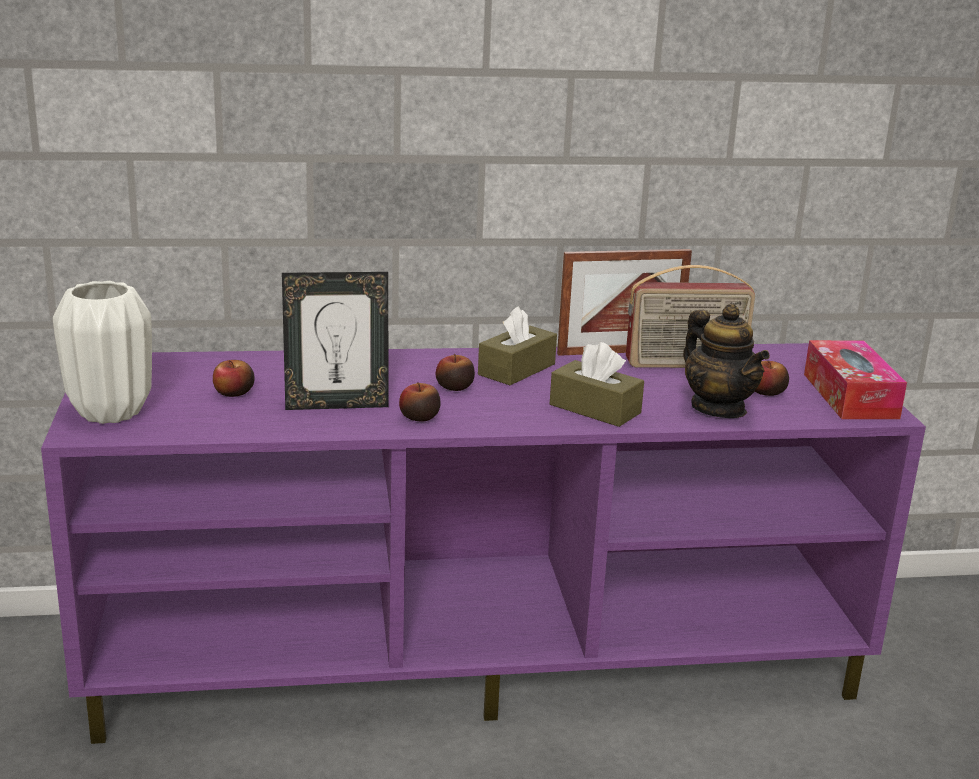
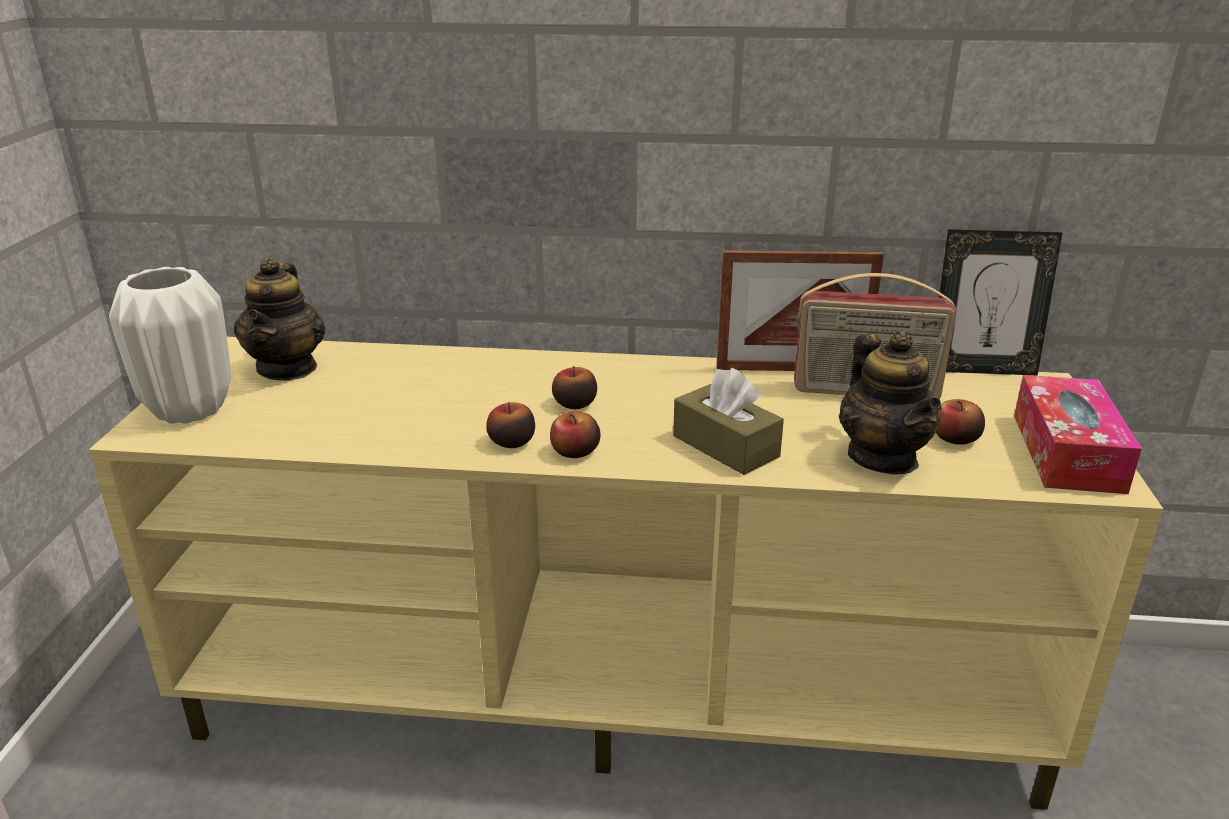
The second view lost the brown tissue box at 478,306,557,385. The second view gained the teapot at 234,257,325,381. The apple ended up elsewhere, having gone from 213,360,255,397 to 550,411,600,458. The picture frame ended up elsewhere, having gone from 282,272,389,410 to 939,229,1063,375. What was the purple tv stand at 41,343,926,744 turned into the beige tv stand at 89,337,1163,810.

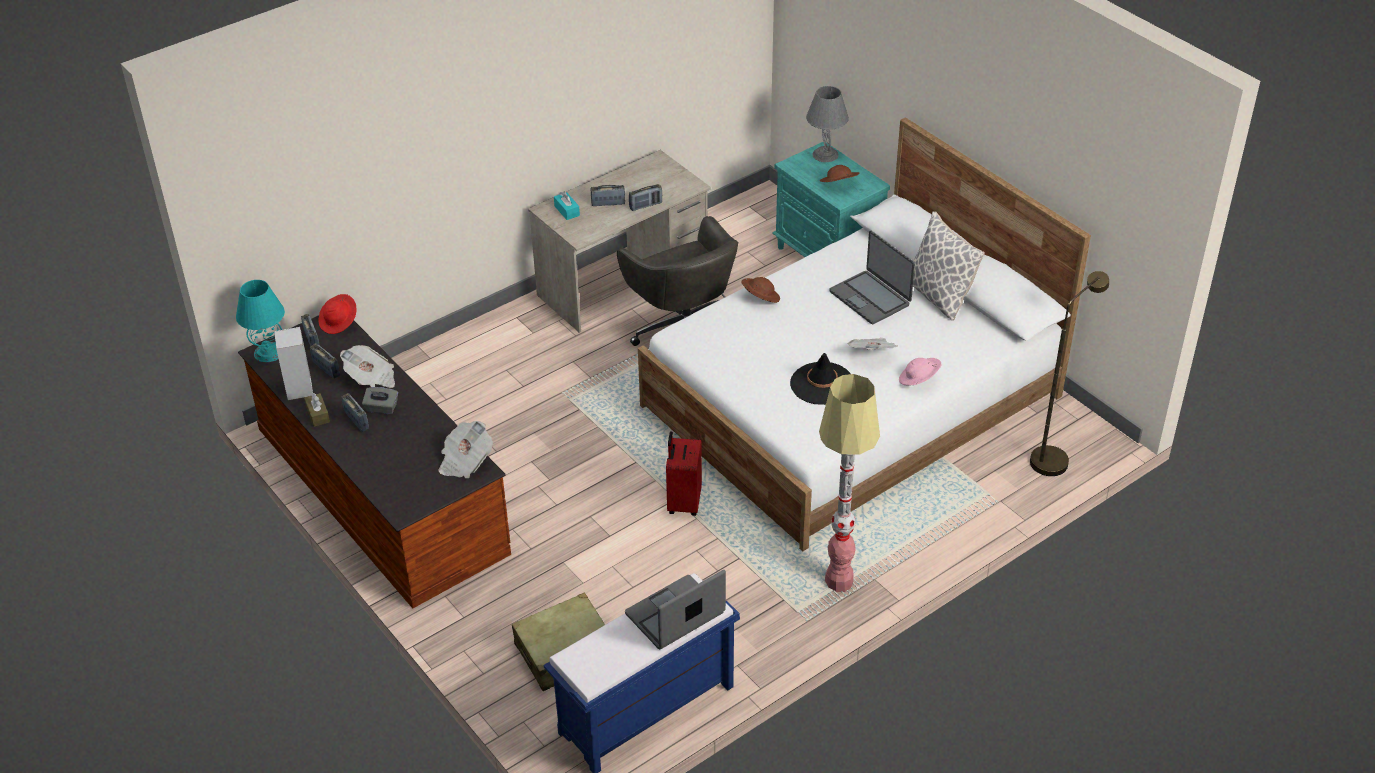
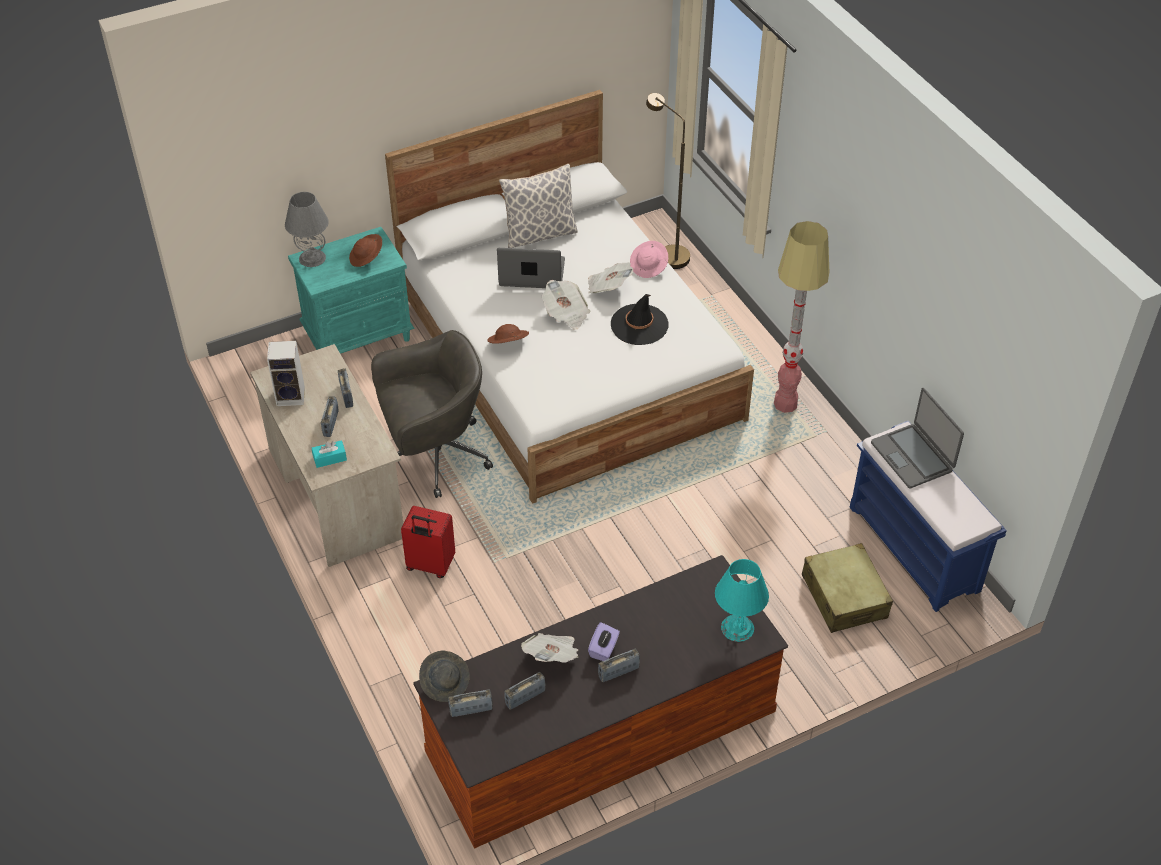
The second view lost the brown tissue box at 304,393,330,427. The turquoise table lamp ended up elsewhere, having gone from 236,280,285,362 to 715,559,769,642. The speaker ended up elsewhere, having gone from 274,327,313,400 to 267,341,305,406. The newspaper ended up elsewhere, having gone from 439,421,493,478 to 542,280,591,330. The red suitcase ended up elsewhere, having gone from 666,431,702,516 to 401,506,456,578. What was the red hat at 319,294,357,334 turned into the grey hat at 419,651,470,702. What was the grey tissue box at 362,387,398,414 turned into the purple tissue box at 588,622,620,661. The laptop at 829,231,915,324 ended up facing another way, 150 degrees counterclockwise from before.

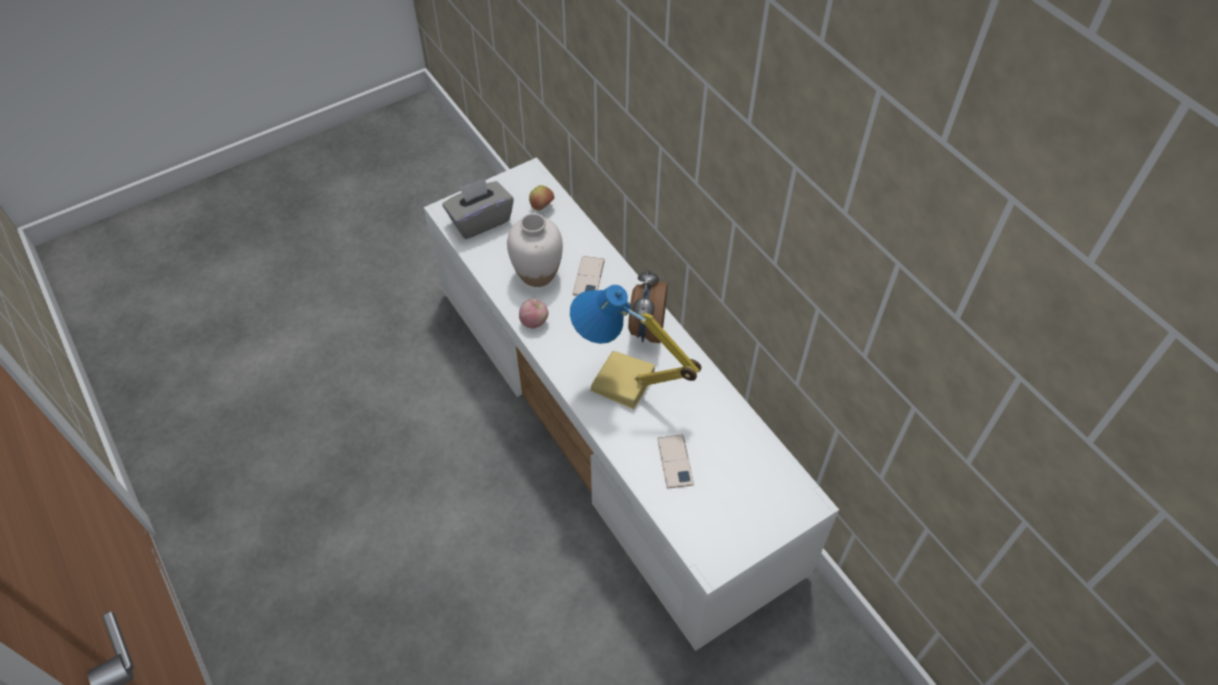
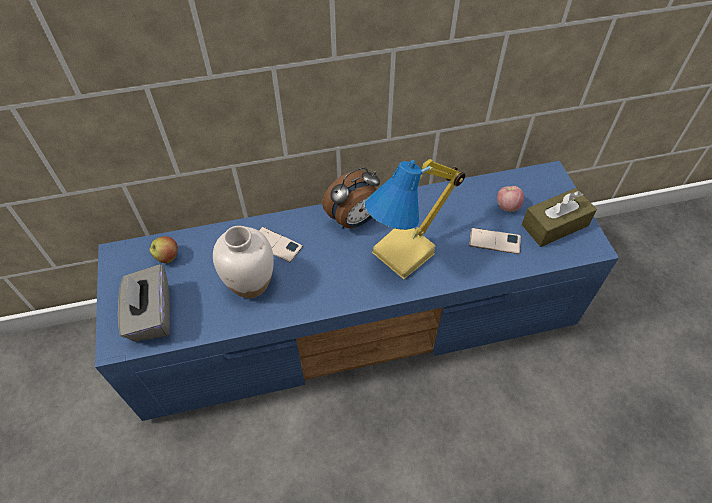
The second view gained the brown tissue box at 522,188,597,247. The apple ended up elsewhere, having gone from 519,299,549,328 to 497,186,524,212. What was the white tv stand at 424,157,839,651 turned into the blue tv stand at 95,161,619,421. The alarm clock at 628,268,668,343 ended up facing another way, 60 degrees counterclockwise from before.

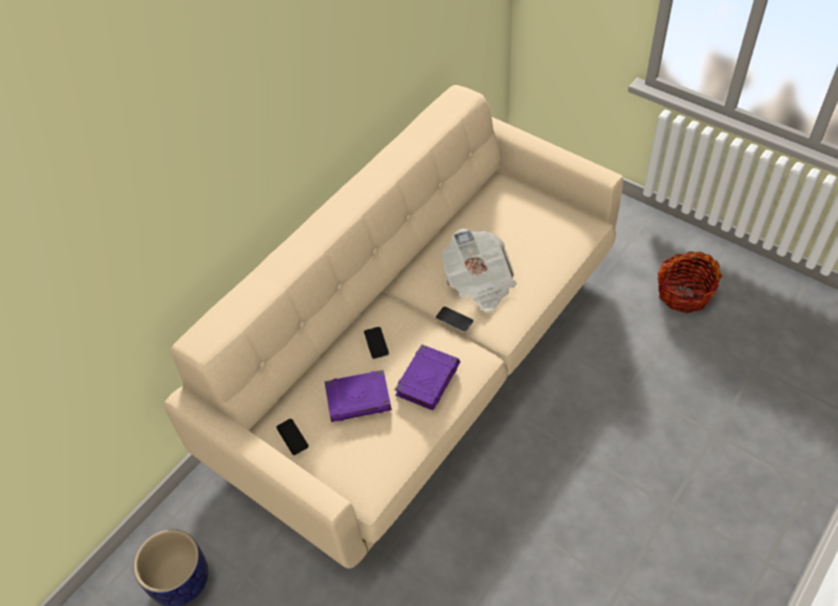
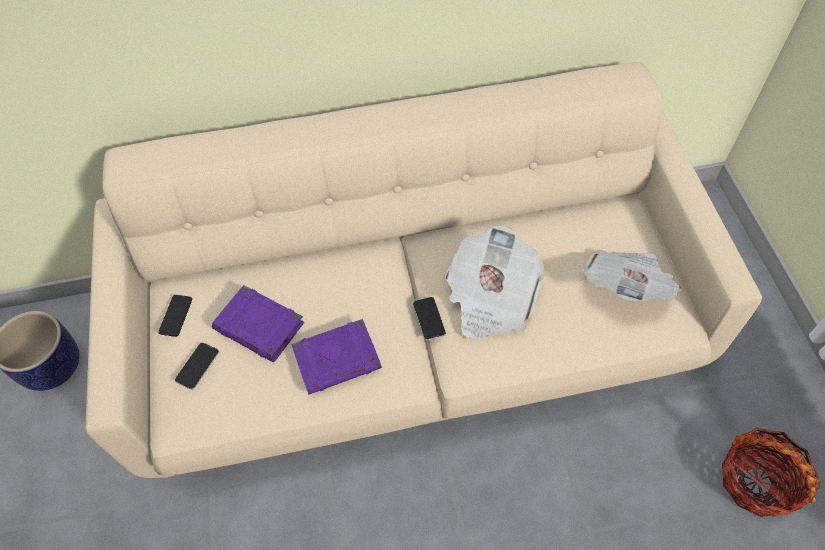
The second view gained the newspaper at 583,250,682,301. The phone ended up elsewhere, having gone from 364,327,389,359 to 175,342,219,390.

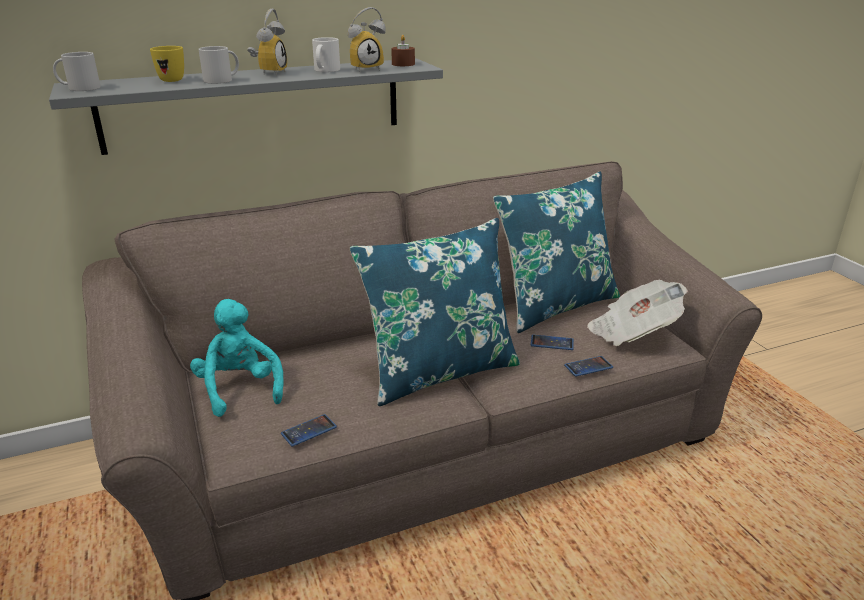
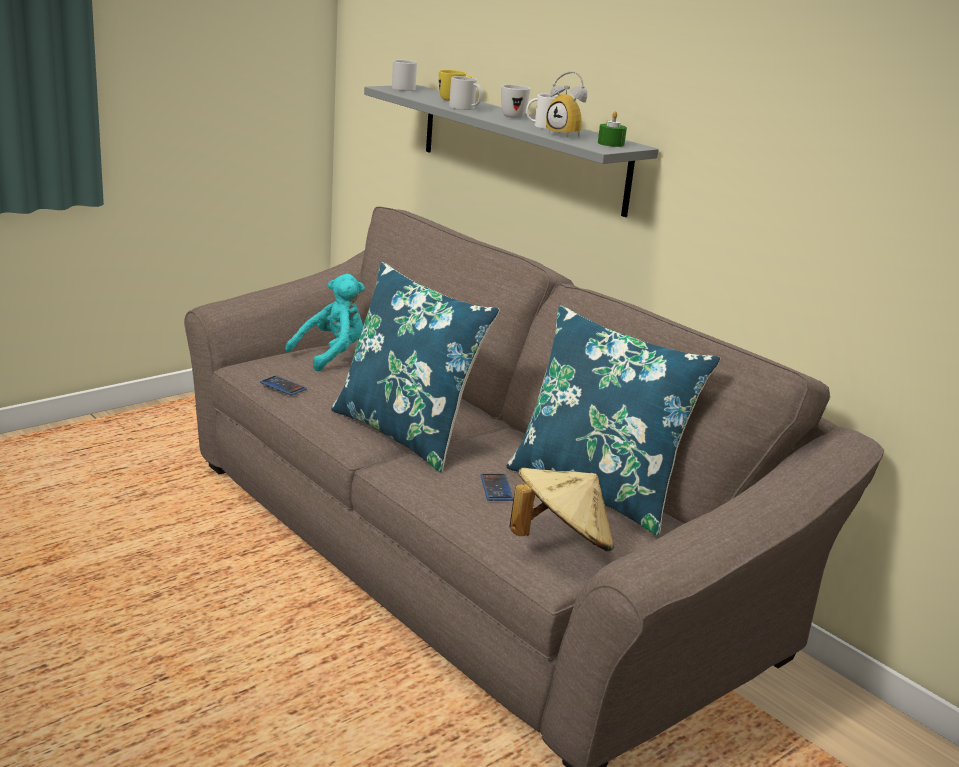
The second view lost the phone at 564,356,613,377. Where the alarm clock stood at 247,9,287,76, the white mug came to stand at 501,85,530,118. Where the newspaper stood at 587,280,688,346, the beige hat came to stand at 509,468,614,551. What was the brown candle at 391,35,415,66 turned into the green candle at 598,111,627,147.

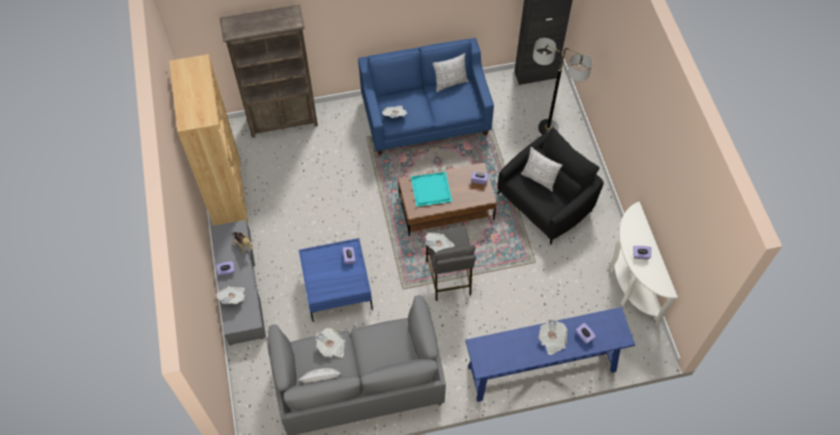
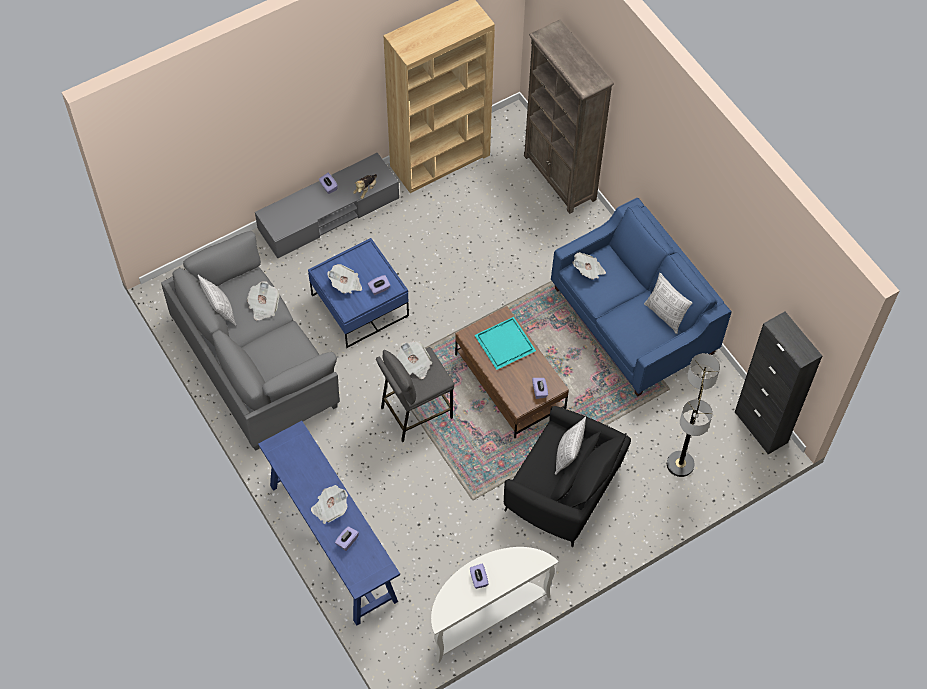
The newspaper ended up elsewhere, having gone from 217,286,245,304 to 327,264,362,294.

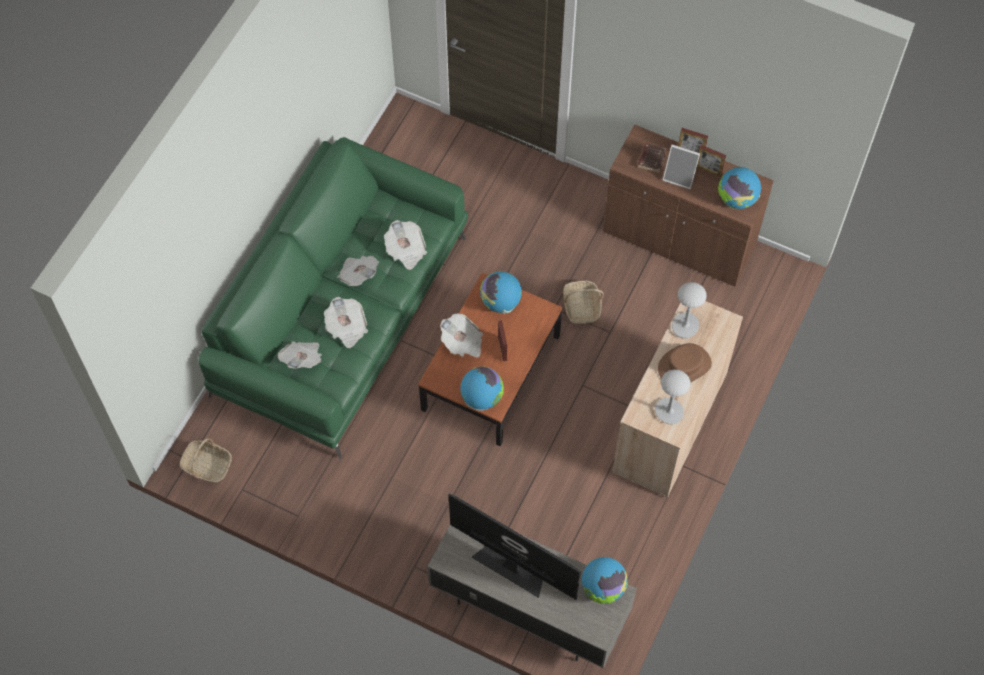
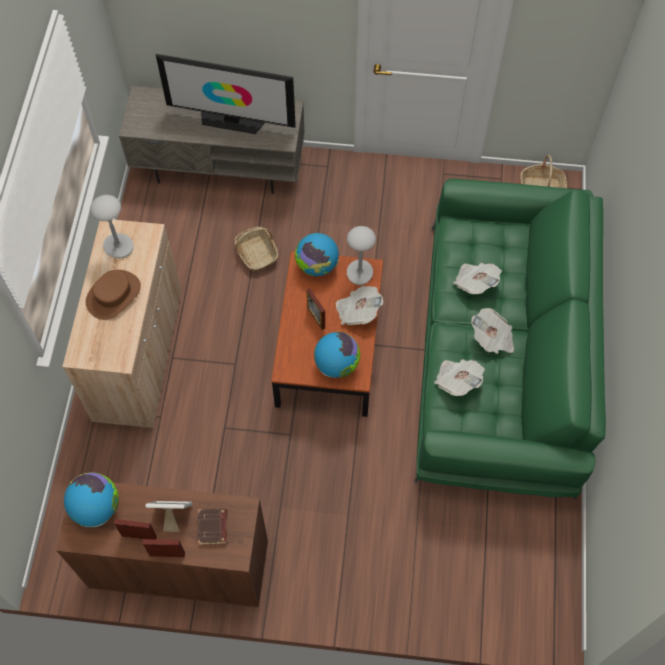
The second view lost the newspaper at 278,341,322,369. The second view lost the globe at 582,557,628,604. The basket ended up elsewhere, having gone from 563,281,604,324 to 235,226,278,272. The grey table lamp ended up elsewhere, having gone from 672,282,707,338 to 347,226,376,285.

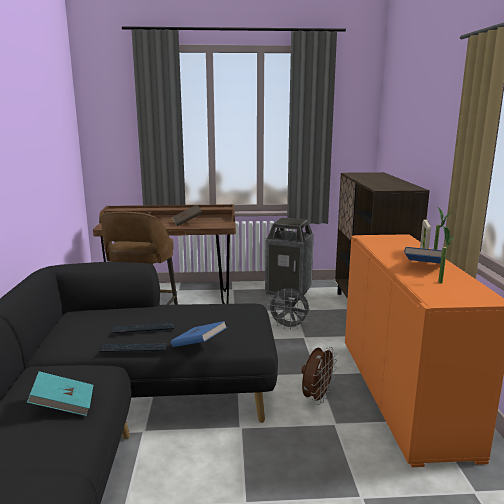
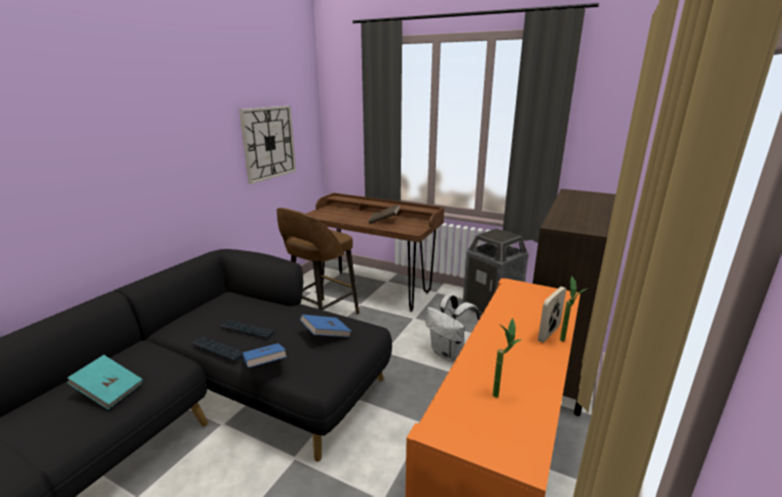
The second view lost the brown fan at 301,347,337,405. The second view gained the wall clock at 239,106,296,184. The blue book ended up elsewhere, having gone from 404,247,442,264 to 300,314,352,337. Where the grey fan stood at 267,288,309,330, the white backpack came to stand at 425,294,480,362.

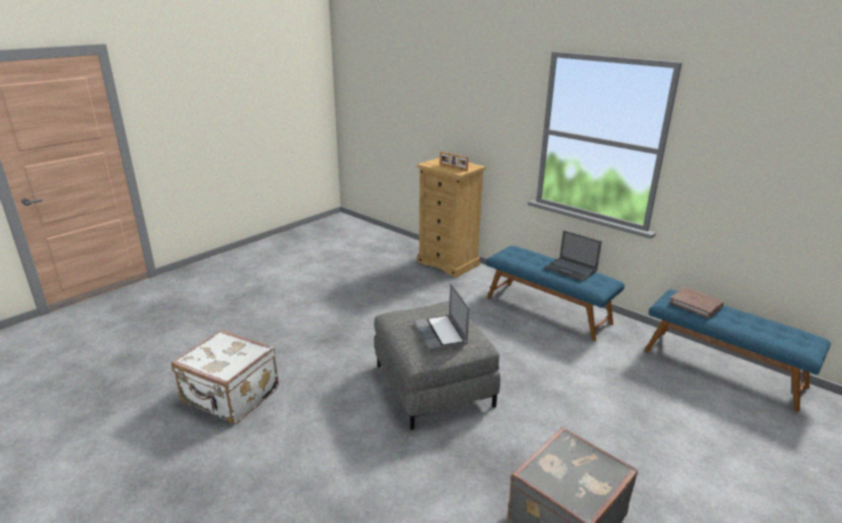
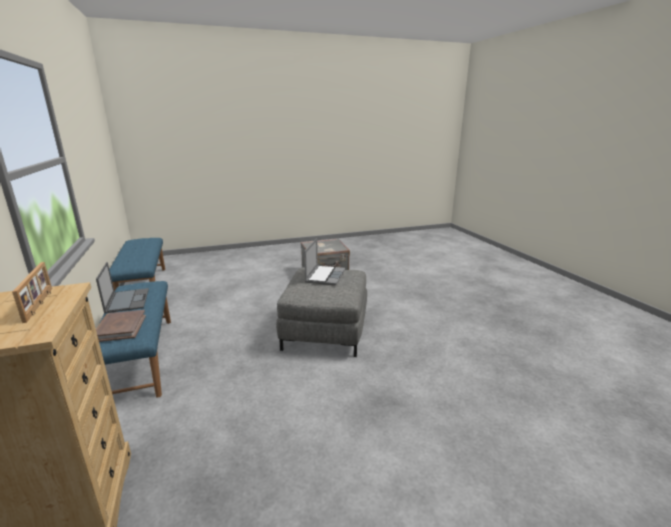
The second view lost the white suitcase at 171,330,279,424. The brown book ended up elsewhere, having gone from 669,287,724,318 to 96,310,146,342.

